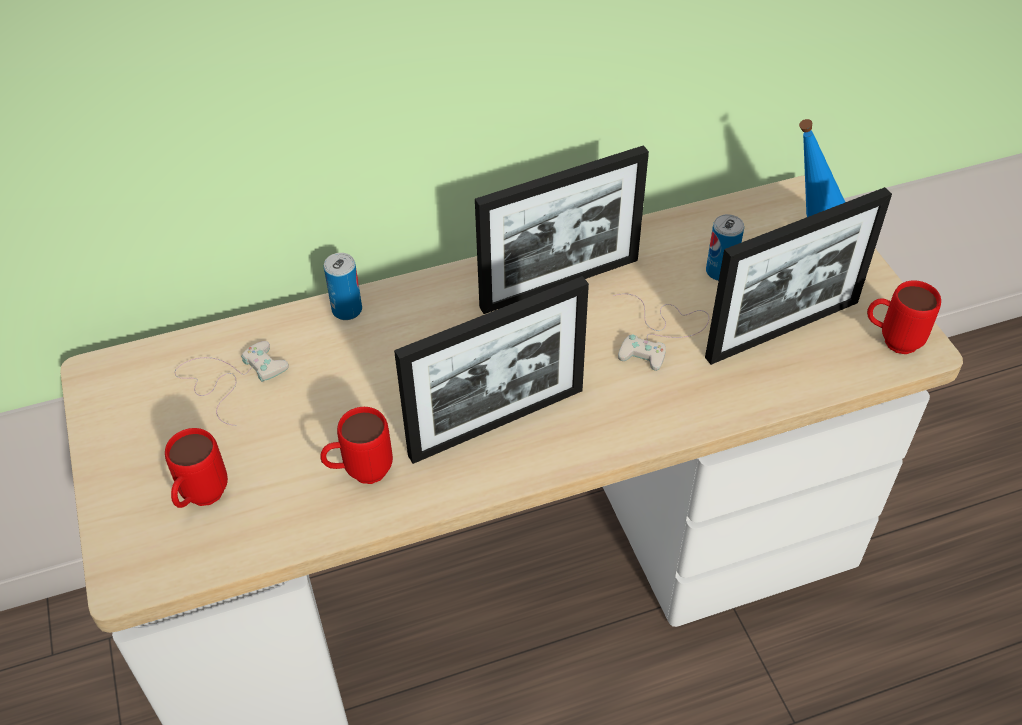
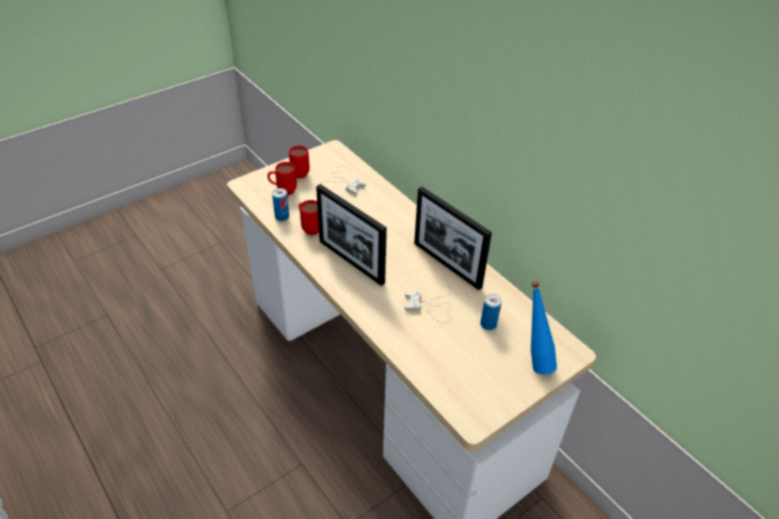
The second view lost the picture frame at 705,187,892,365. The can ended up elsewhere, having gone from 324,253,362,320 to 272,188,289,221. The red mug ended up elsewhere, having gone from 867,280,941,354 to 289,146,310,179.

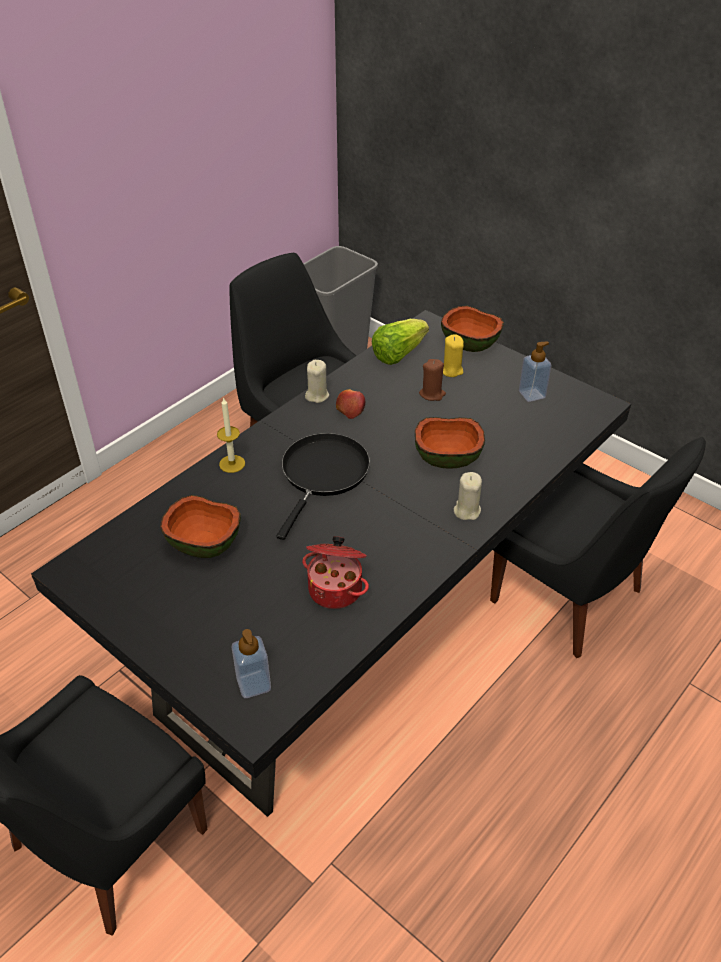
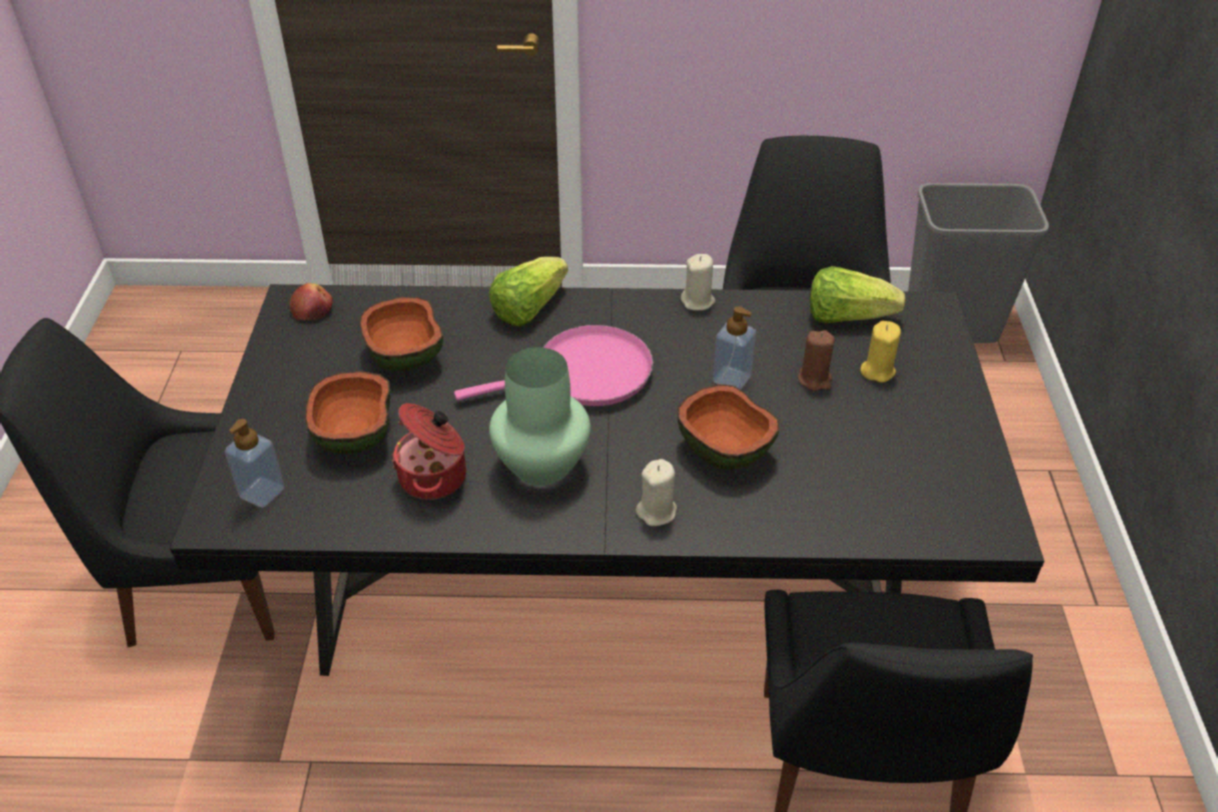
The second view gained the green vase at 489,347,591,486. The apple ended up elsewhere, having gone from 336,389,365,419 to 290,283,333,320. The bowl ended up elsewhere, having gone from 441,306,504,352 to 305,371,390,454. The soap dispenser ended up elsewhere, having gone from 519,341,551,402 to 713,306,756,390. Where the candle stood at 217,397,245,473, the lettuce came to stand at 489,257,568,326. What was the black frying pan at 276,433,370,540 turned into the pink frying pan at 454,325,653,406.

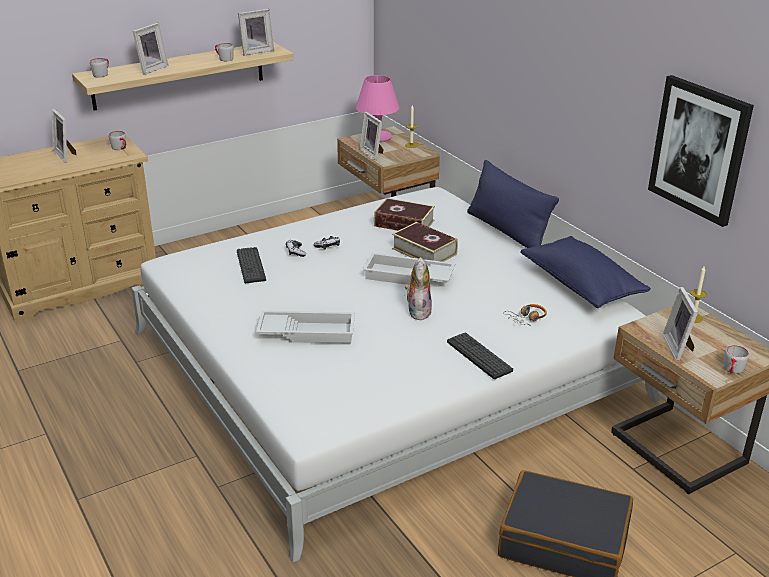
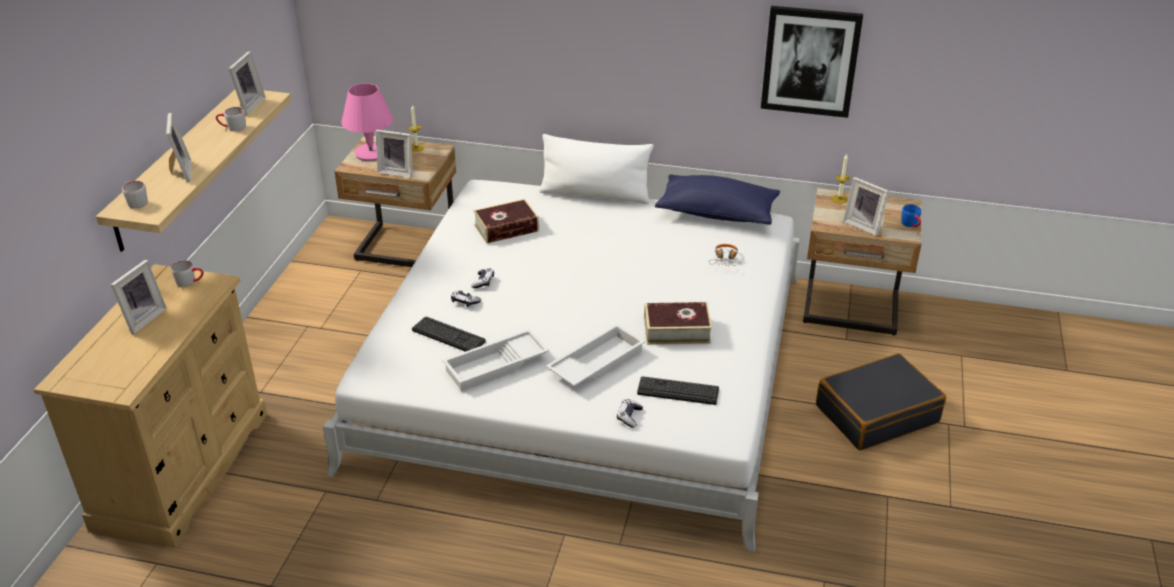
The second view lost the plush toy at 405,257,432,321. The second view gained the game controller at 617,399,643,428. The white tray ended up elsewhere, having gone from 363,253,455,285 to 442,329,549,391. The book ended up elsewhere, having gone from 392,222,458,262 to 644,302,712,345. The keyboard ended up elsewhere, having gone from 447,332,513,379 to 637,376,719,405. What was the blue pillow at 467,160,559,248 turned into the white pillow at 539,134,654,204. What was the grey mug at 723,345,749,374 turned into the blue mug at 901,204,921,227. The picture frame at 52,109,77,163 ended up facing another way, 75 degrees counterclockwise from before.

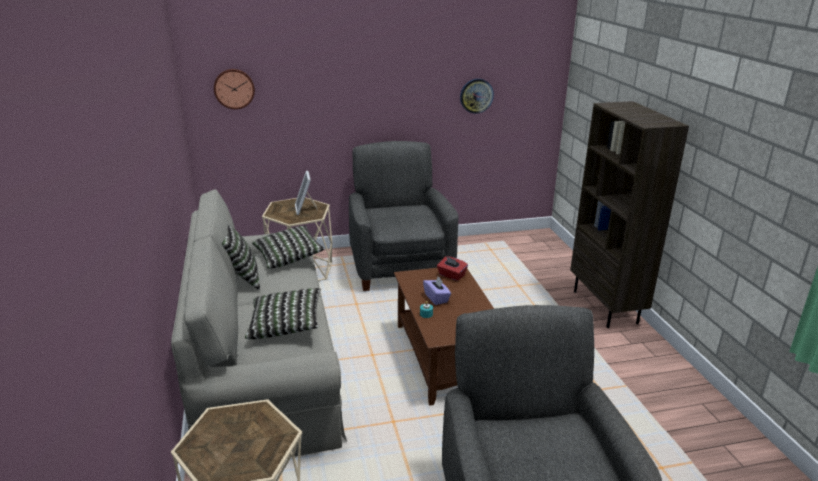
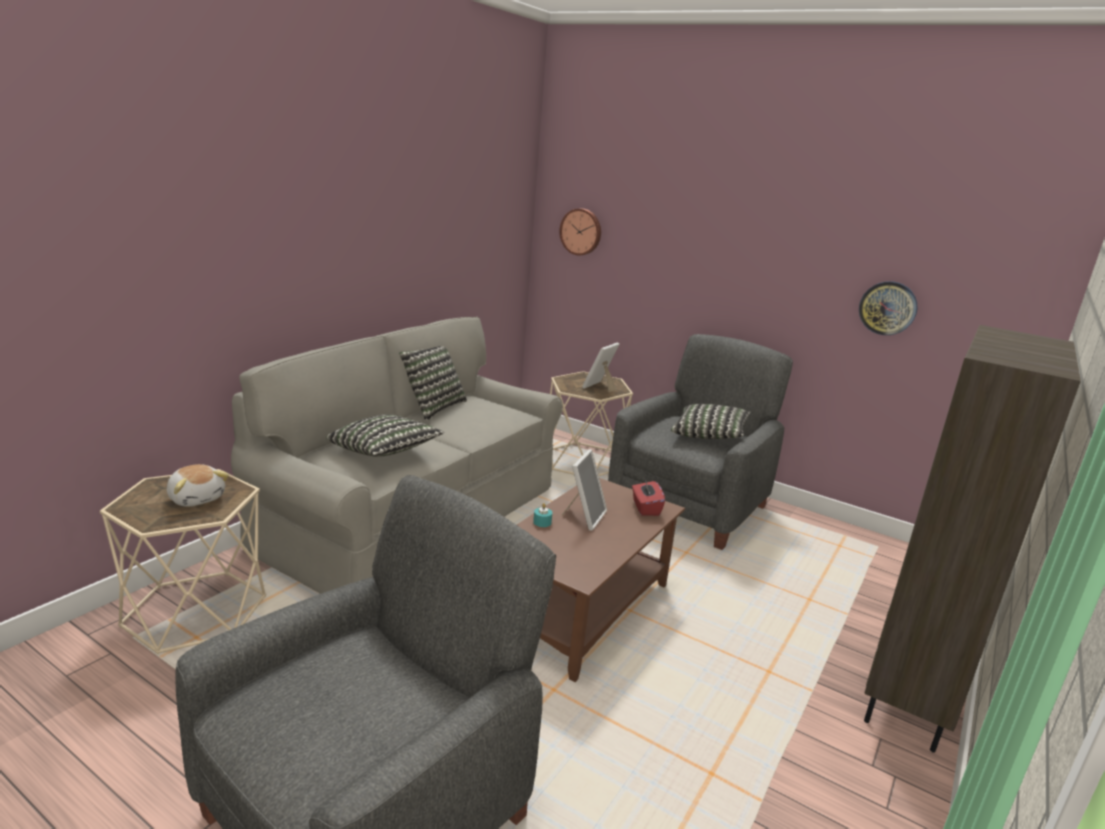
The second view gained the plush toy at 167,464,229,507. The pillow ended up elsewhere, having gone from 252,226,325,269 to 671,404,751,439. Where the purple tissue box stood at 423,277,451,305, the picture frame came to stand at 561,449,607,531.

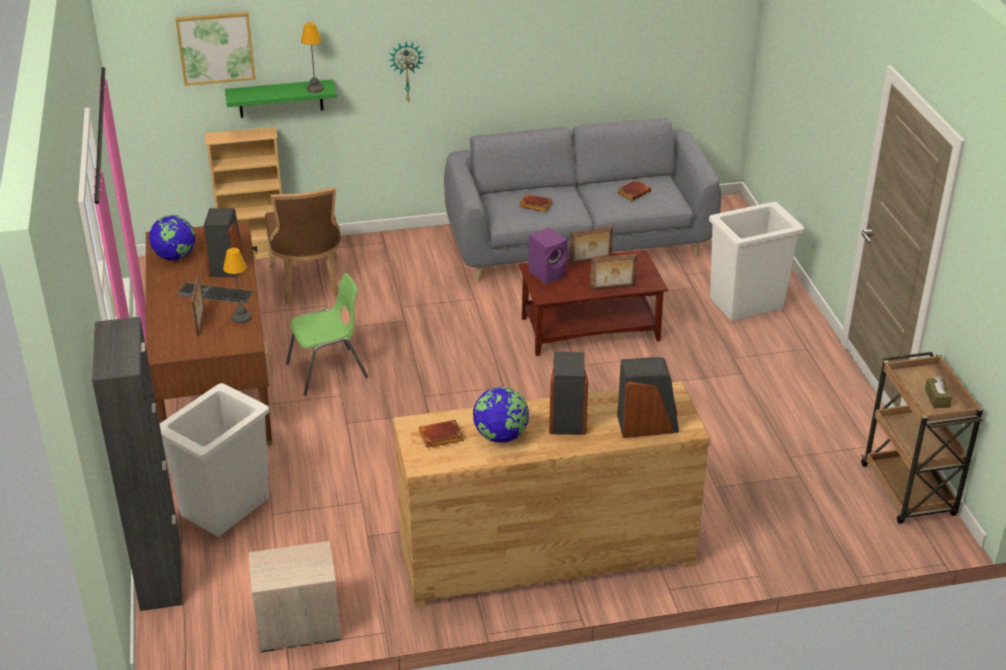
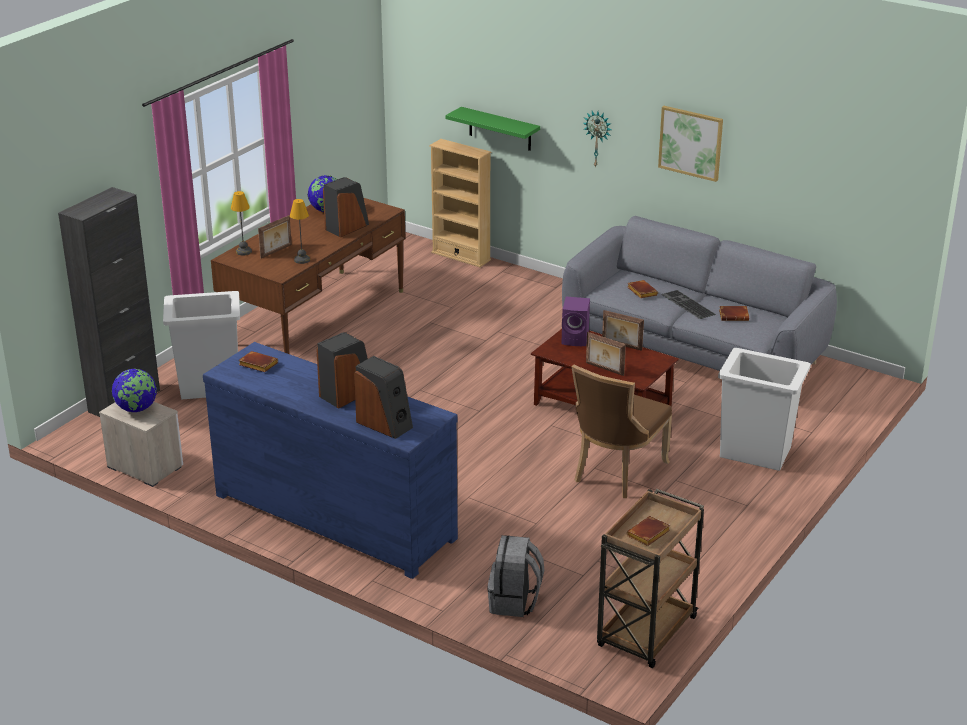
The second view lost the green chair at 286,273,368,396. The second view gained the grey backpack at 488,535,544,617. The picture ended up elsewhere, having gone from 175,12,256,86 to 658,106,723,182. The keyboard ended up elsewhere, having gone from 177,283,254,304 to 661,290,716,319. The brown chair ended up elsewhere, having gone from 265,187,341,305 to 572,365,672,498. The table lamp ended up elsewhere, having gone from 301,22,324,93 to 231,191,252,255. The globe ended up elsewhere, having gone from 473,387,529,443 to 112,369,157,412. Where the brown tissue box stood at 925,376,952,408, the brown book came to stand at 627,516,670,546. What was the brown dresser at 393,381,710,608 turned into the blue dresser at 203,342,458,579.

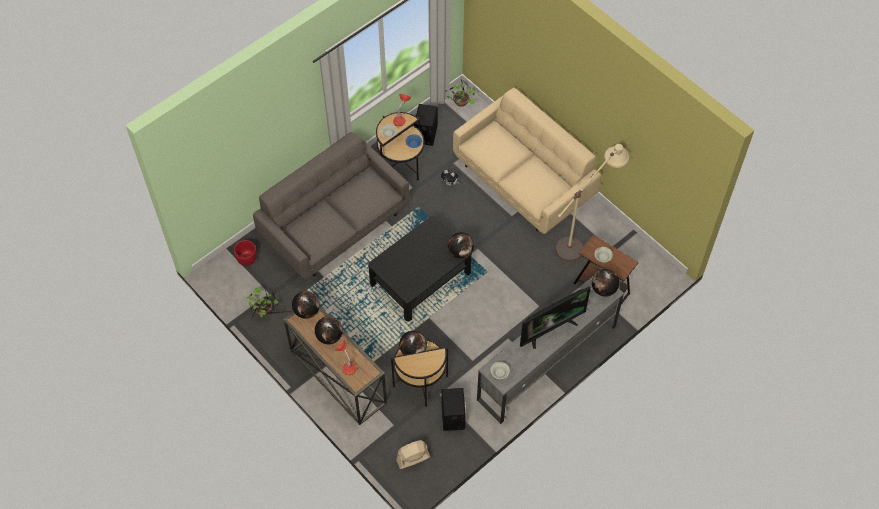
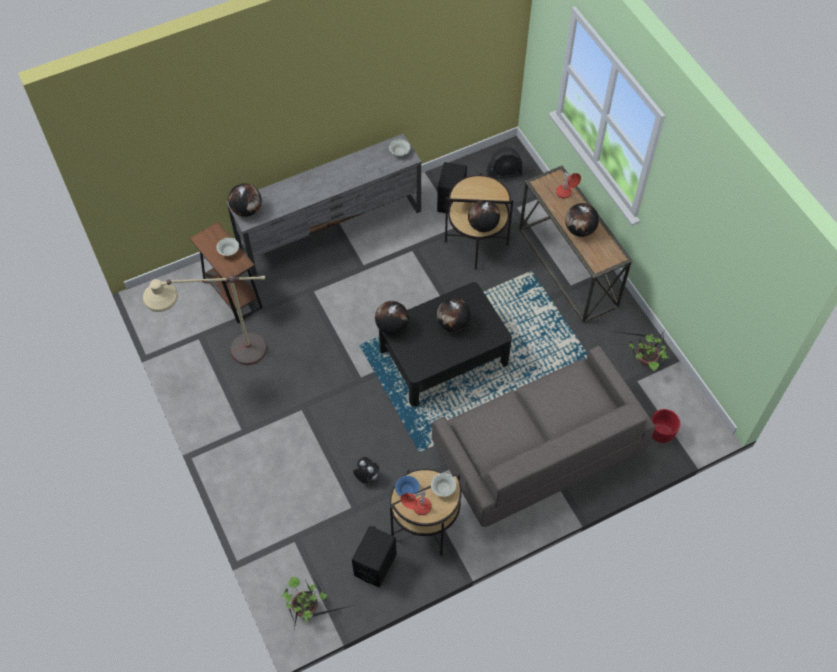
The second view lost the beige sofa at 453,88,601,234. The second view lost the television at 520,286,591,349. The globe ended up elsewhere, having gone from 292,291,320,319 to 437,298,471,332. What was the beige fan at 396,440,430,469 turned into the black fan at 486,147,522,179.

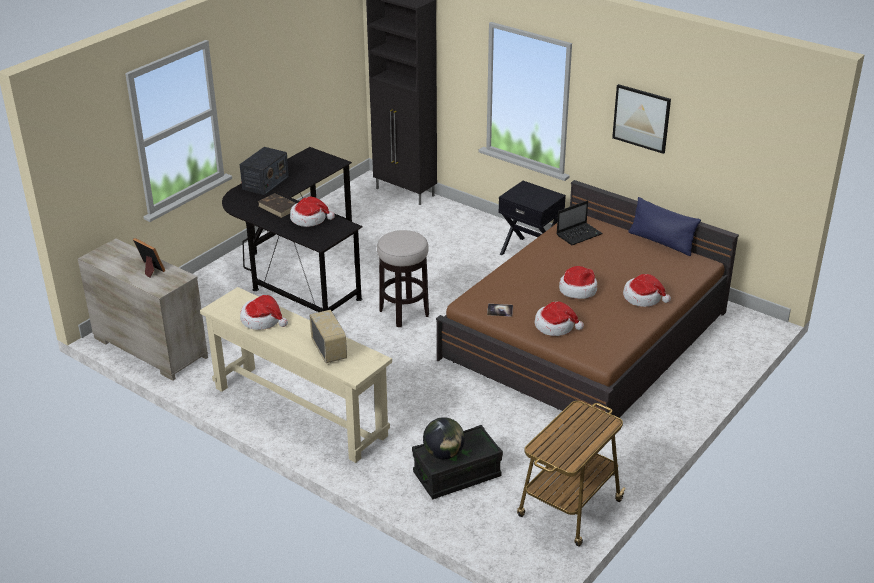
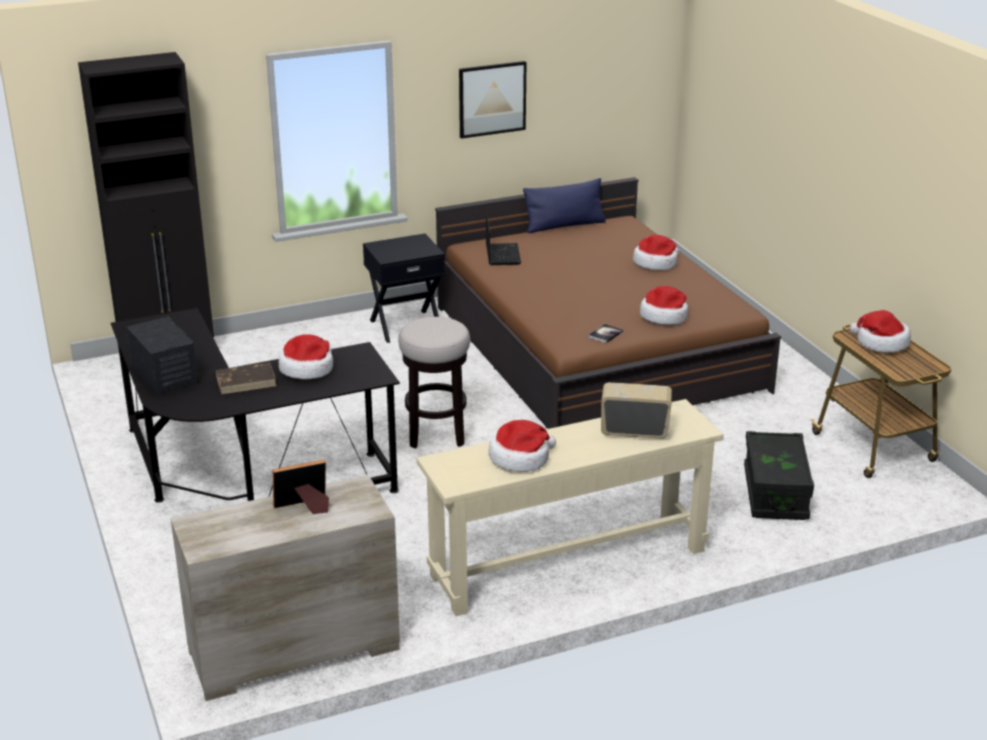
The second view lost the globe at 423,417,465,459. The hat ended up elsewhere, having gone from 559,266,597,299 to 850,310,911,353.

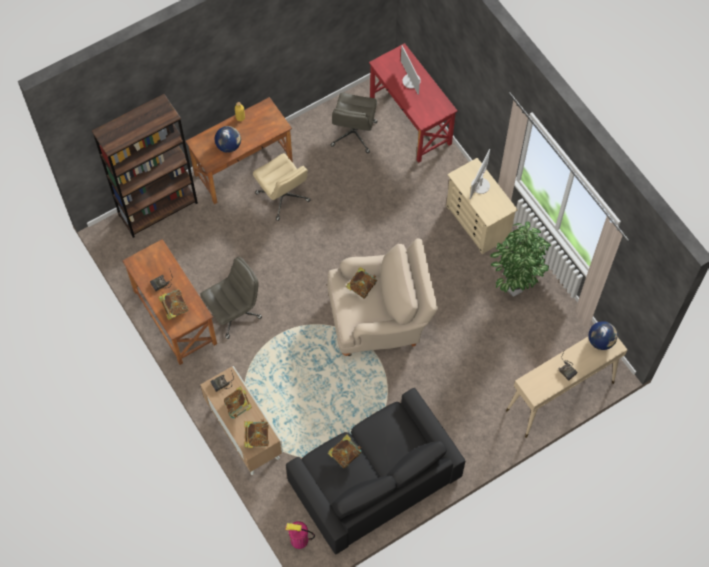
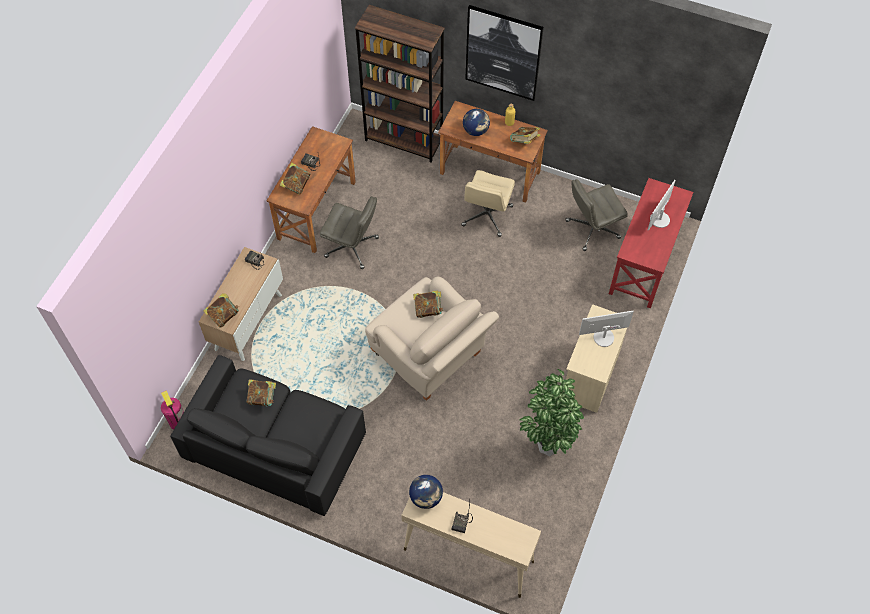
The second view gained the picture at 465,5,544,101. The book ended up elsewhere, having gone from 224,386,252,419 to 510,127,541,144. The globe ended up elsewhere, having gone from 588,321,618,350 to 409,475,443,509.

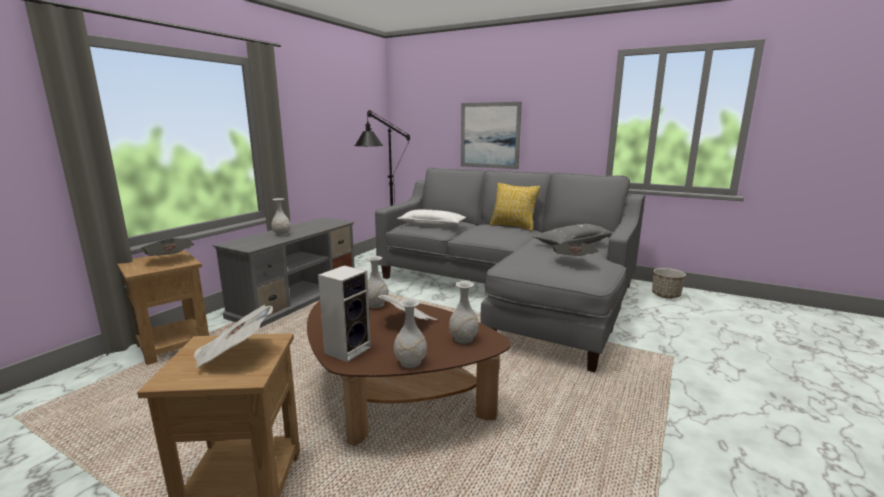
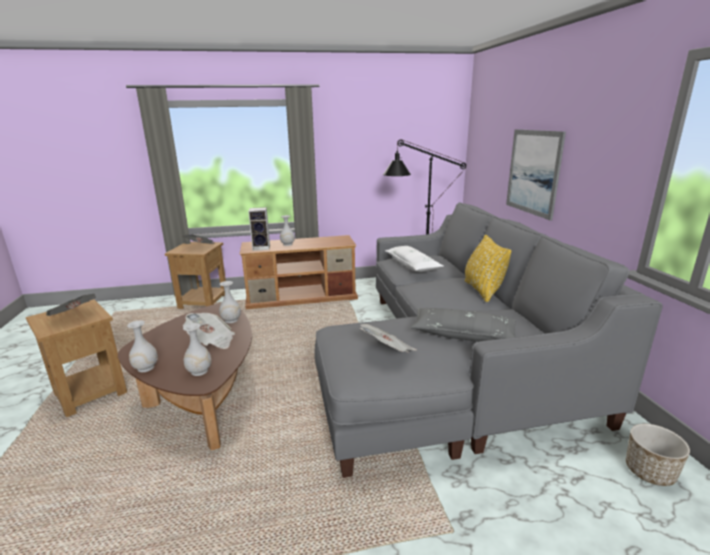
The speaker ended up elsewhere, having gone from 318,265,371,362 to 248,207,270,251. What was the grey tv stand at 212,218,355,328 turned into the brown tv stand at 240,235,358,309.

